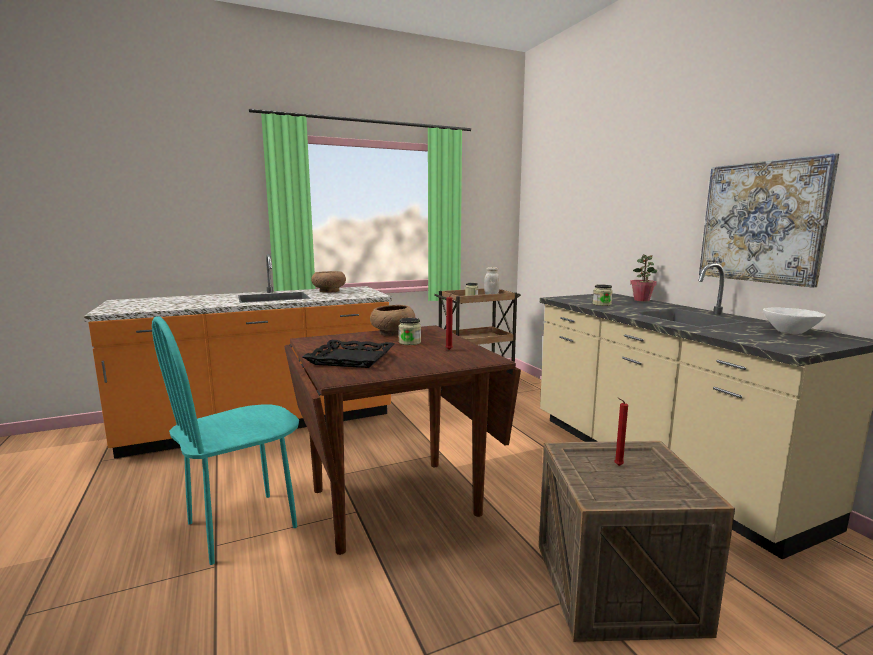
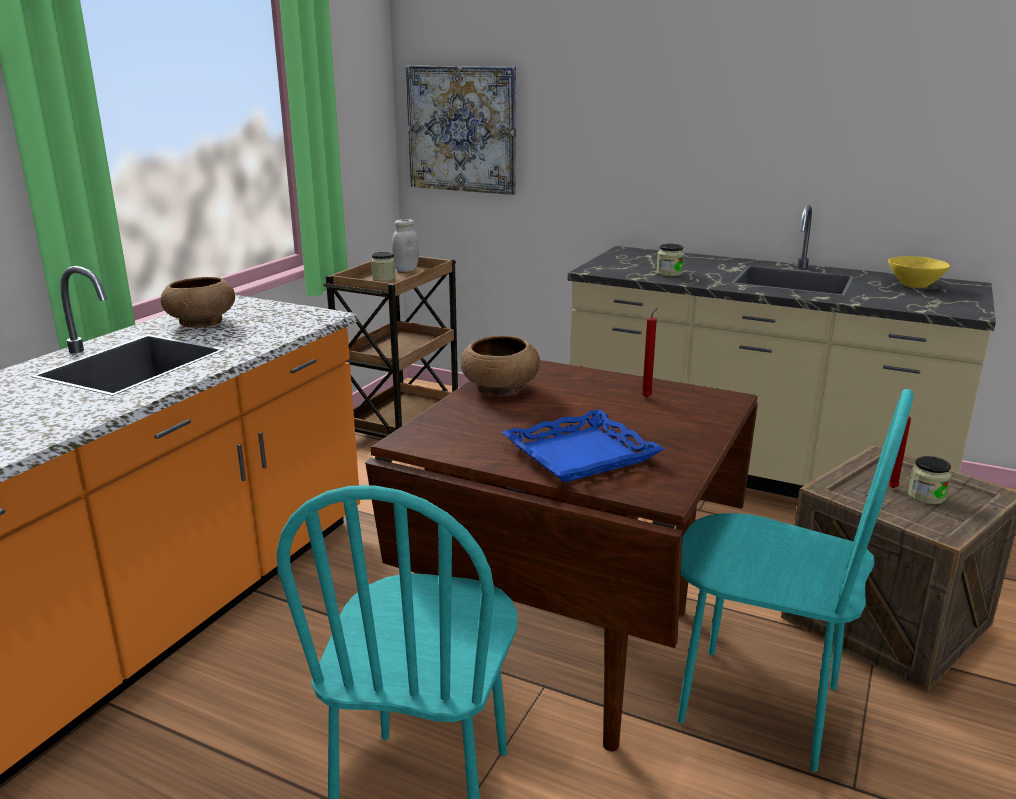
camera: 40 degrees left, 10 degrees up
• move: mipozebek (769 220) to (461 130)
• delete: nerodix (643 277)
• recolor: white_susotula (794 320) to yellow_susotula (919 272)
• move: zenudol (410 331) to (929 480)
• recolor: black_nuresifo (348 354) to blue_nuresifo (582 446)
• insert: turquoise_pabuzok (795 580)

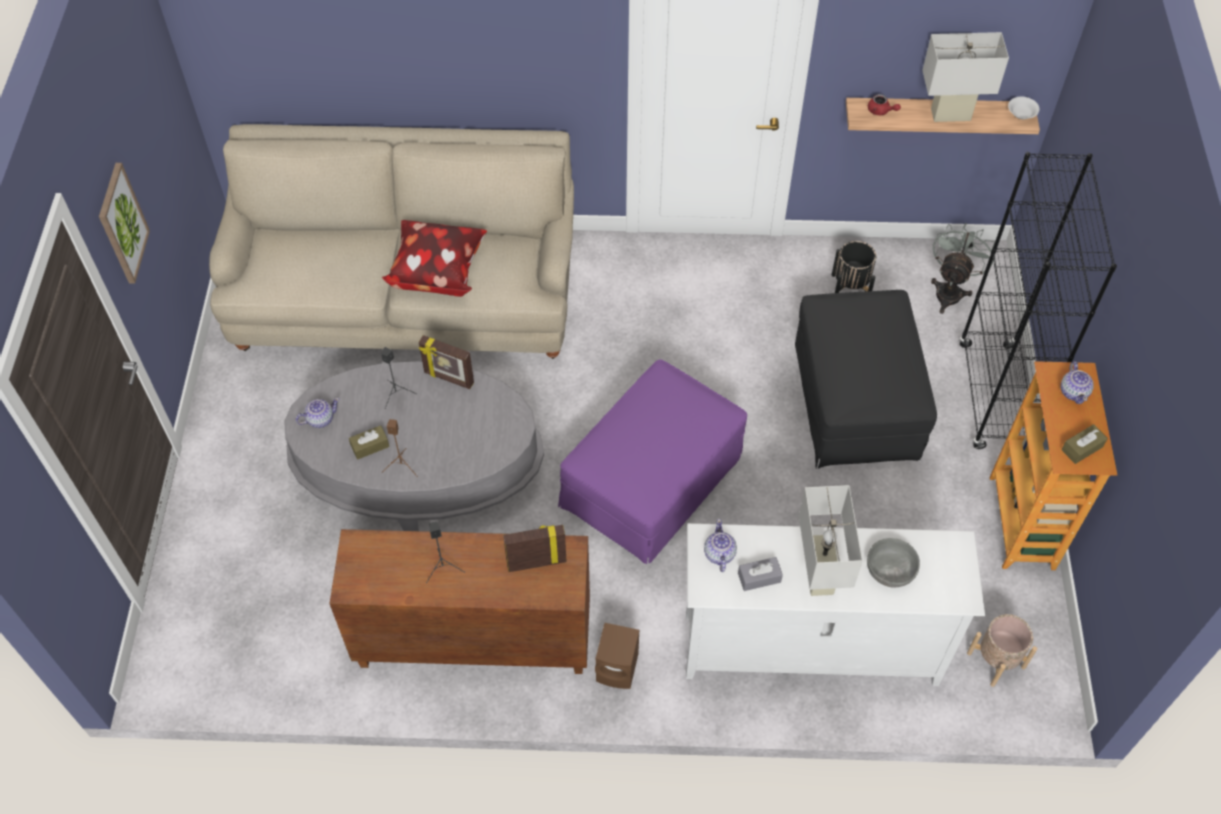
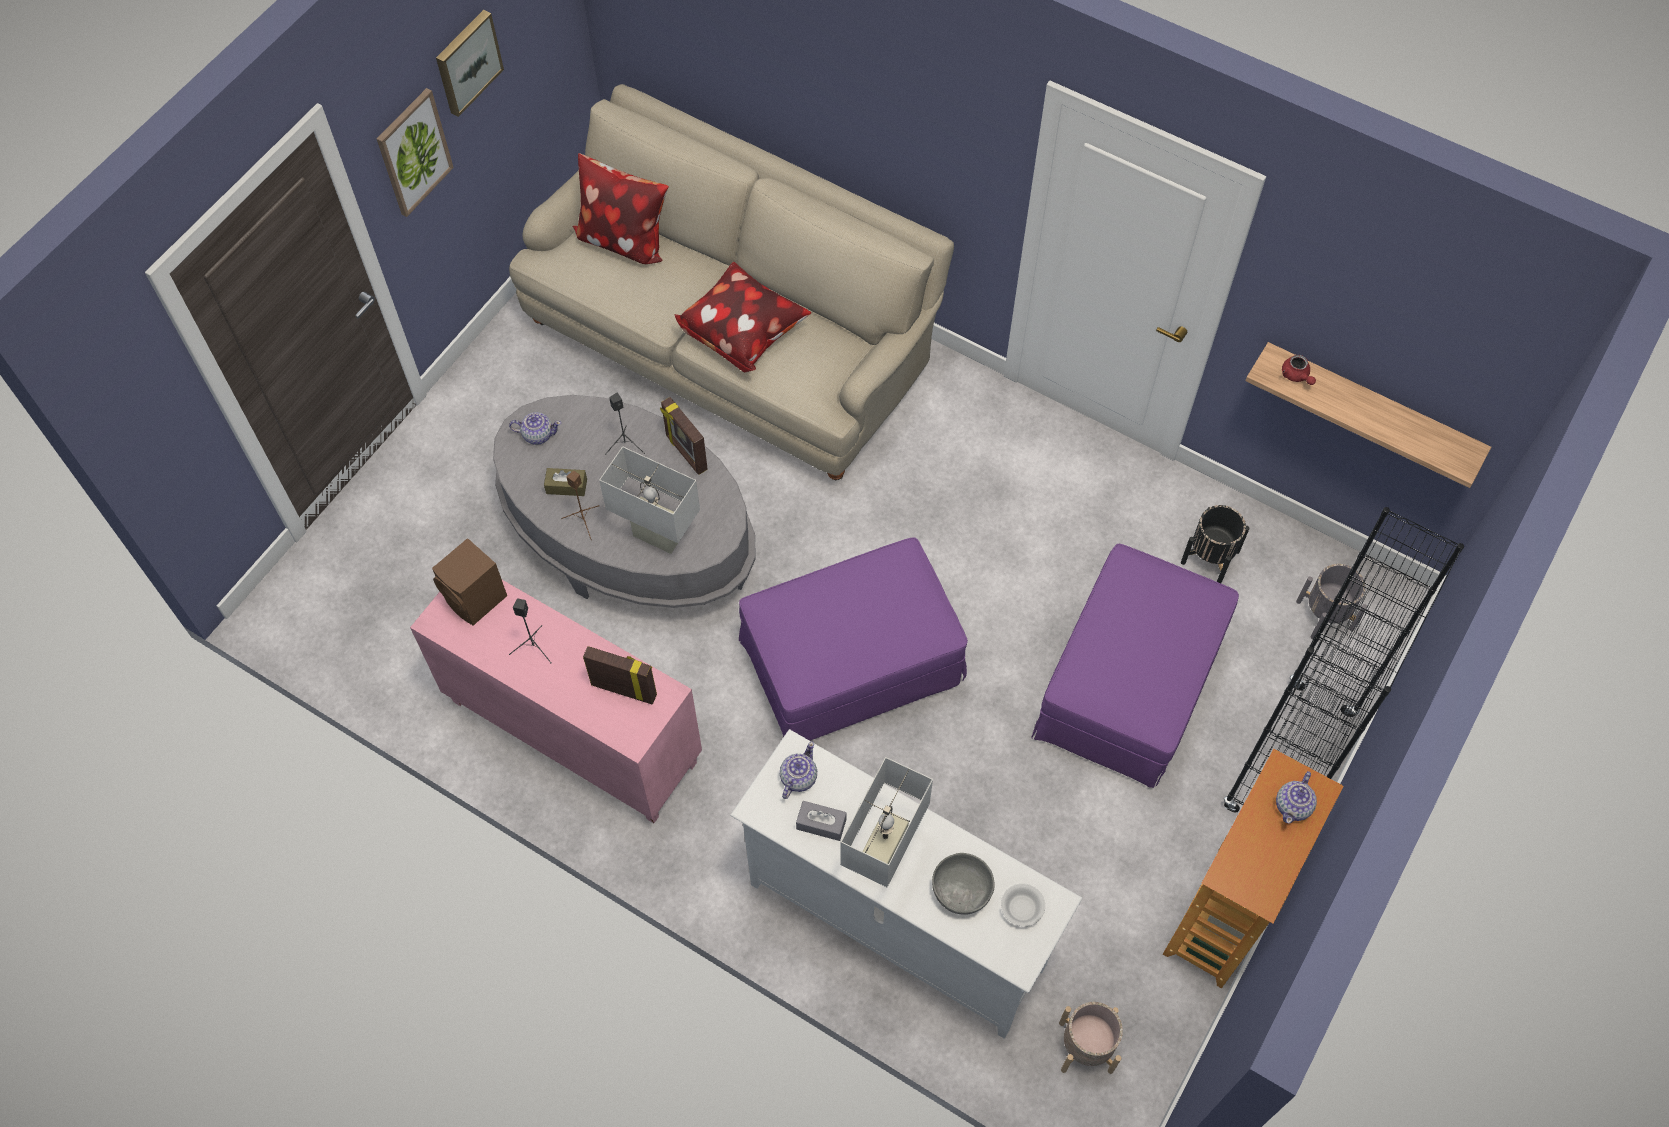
camera: 30 degrees right, 5 degrees up
• move: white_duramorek (965 77) to (649 500)
• move: white_susotula (1024 107) to (1023 904)
• replace: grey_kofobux (963 268) to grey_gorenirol (1331 601)
• recolor: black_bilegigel (866 379) to purple_bilegigel (1135 666)
• delete: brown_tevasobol (1085 444)
• recolor: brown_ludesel (459 601) to pink_ludesel (556 701)
• move: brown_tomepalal (617 656) to (469 582)
• insert: mipozebek (470 63)
• insert: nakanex (620 208)

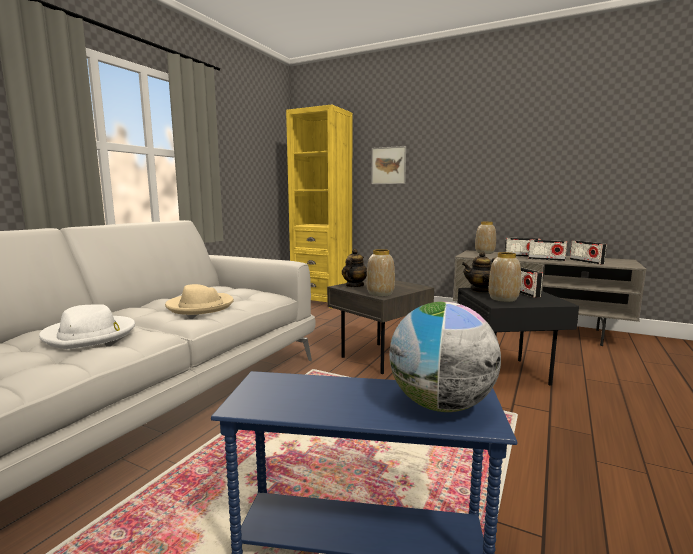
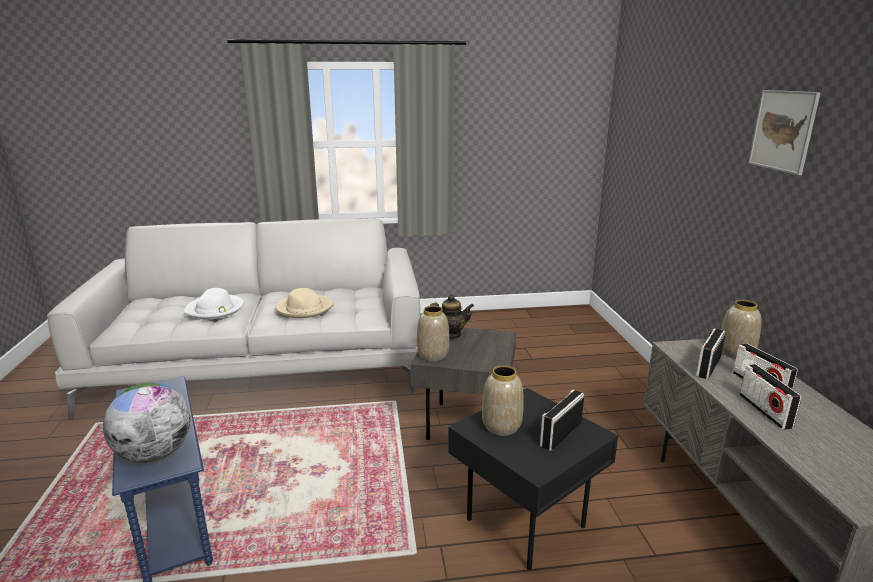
camera: 55 degrees right, 10 degrees up
• delete: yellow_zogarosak (319 206)
• move: mipozebek (388 165) to (784 132)
• move: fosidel (588 252) to (710 353)
• delete: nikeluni (478 272)

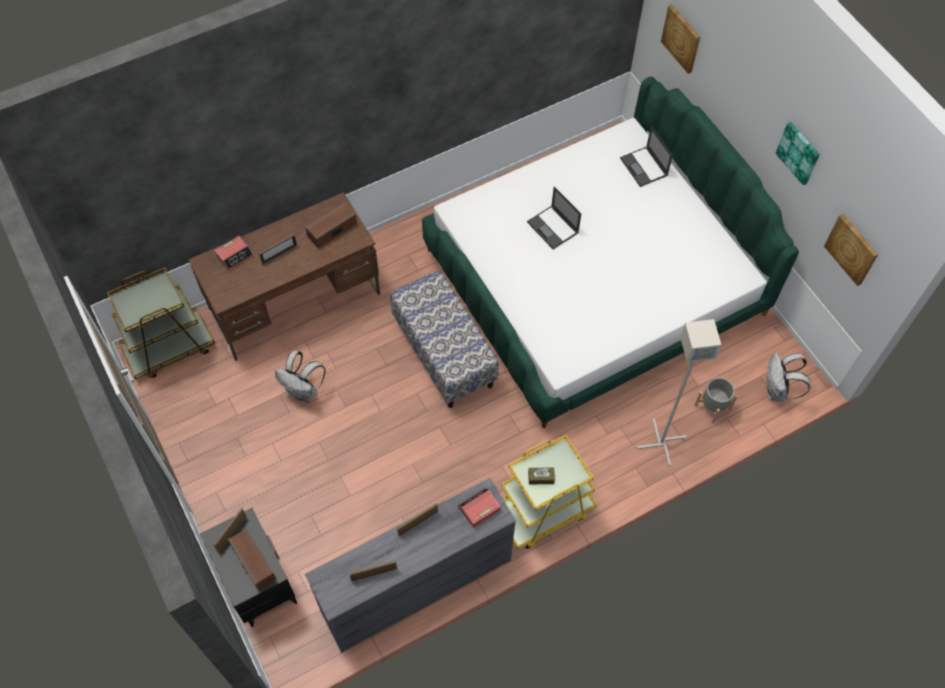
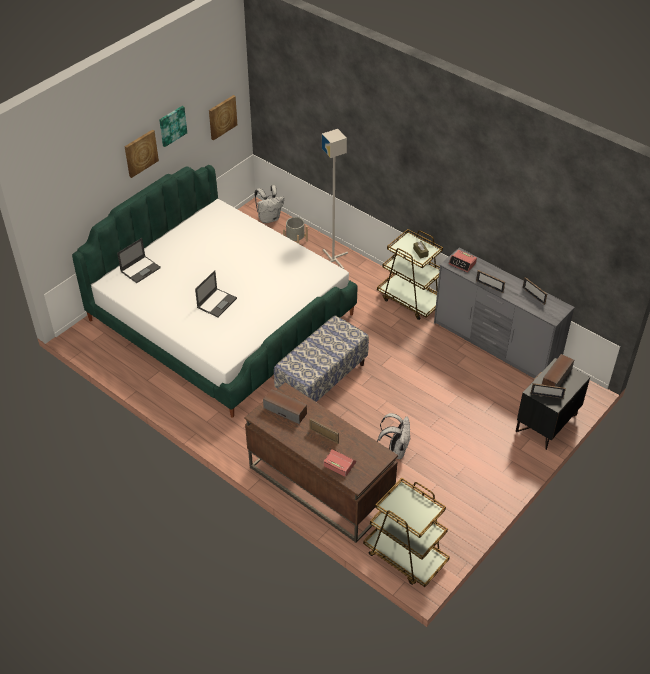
camera: 110 degrees left, 15 degrees down
• move: mipozebek (680 39) to (141 154)
• recolor: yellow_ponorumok (549 492) to brown_ponorumok (410 274)

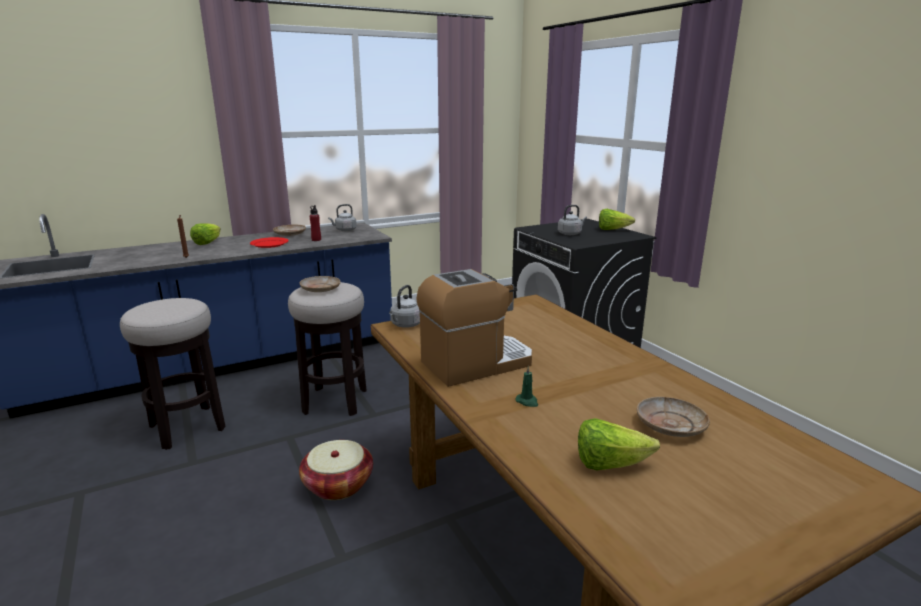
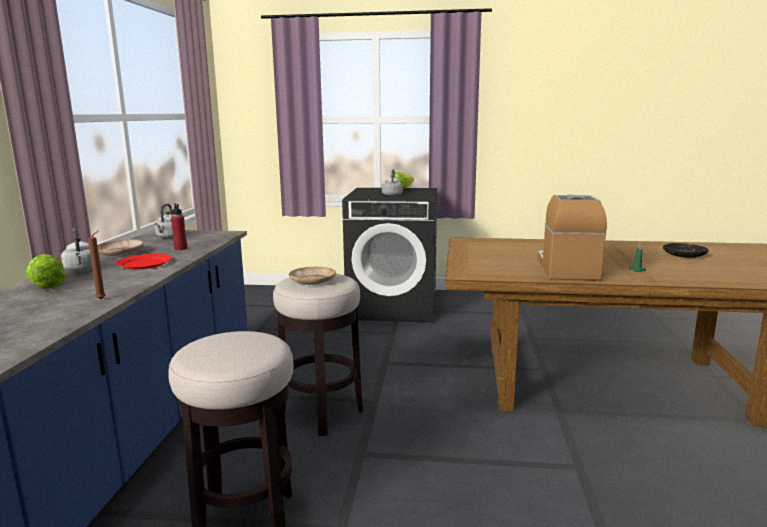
camera: 55 degrees left, 5 degrees down
• move: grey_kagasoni (404 306) to (80 250)
• recolor: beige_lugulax (673 417) to black_lugulax (686 250)
• delete: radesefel (619 444)
• delete: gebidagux (336 470)

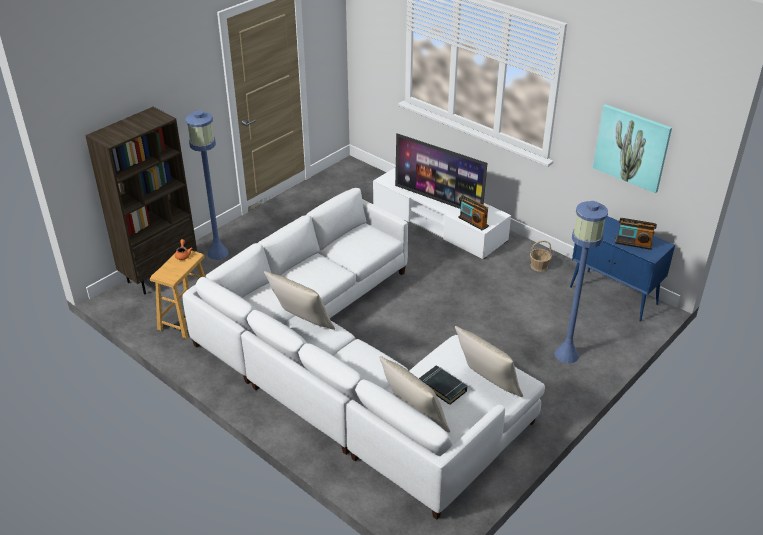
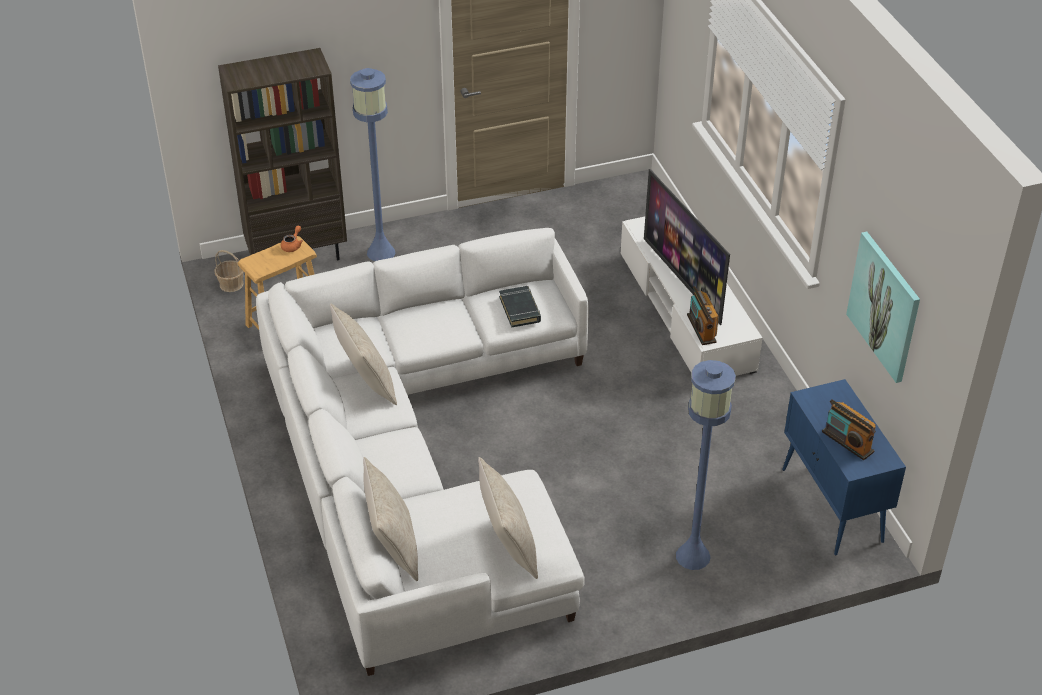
camera: 30 degrees right, 5 degrees up
• move: gebidagux (541 256) to (229 271)
• move: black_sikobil (443 385) to (520 307)

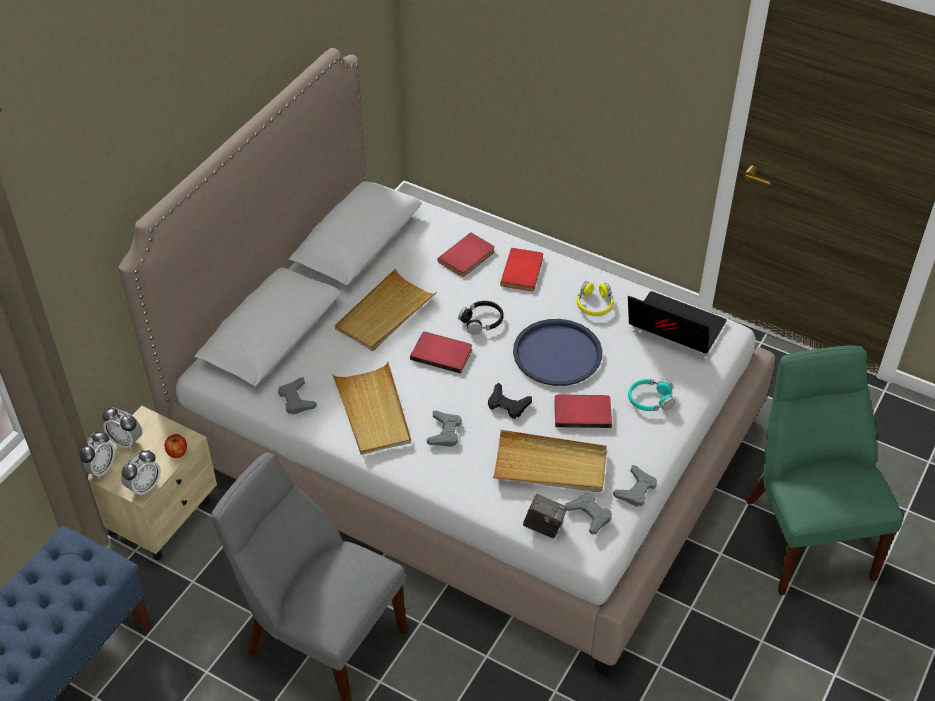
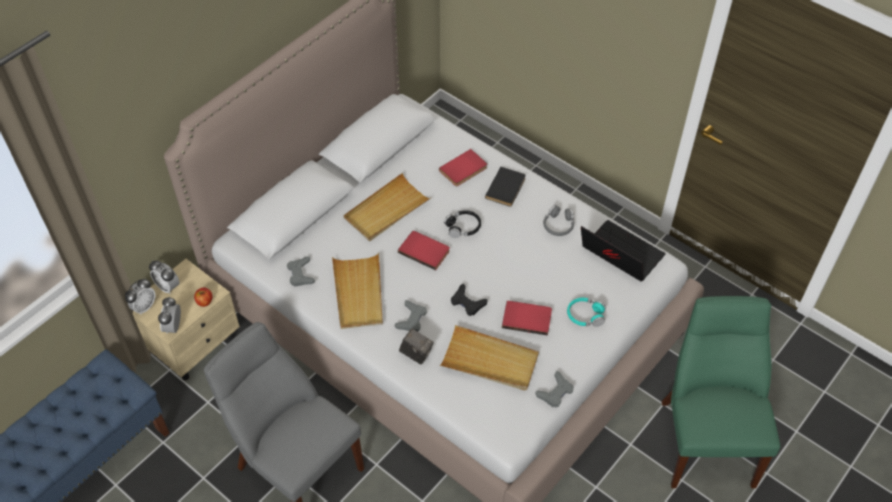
camera: 10 degrees right, 5 degrees up
• recolor: red_sikobil (521 269) to black_sikobil (505 187)
• recolor: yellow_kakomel (595 298) to grey_kakomel (558 220)
• delete: blue_nuresifo (558 352)
• rotate: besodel (141 473) = (169 315) 135 degrees clockwise
• delete: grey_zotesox (588 513)
• move: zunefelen (545 516) to (416 346)

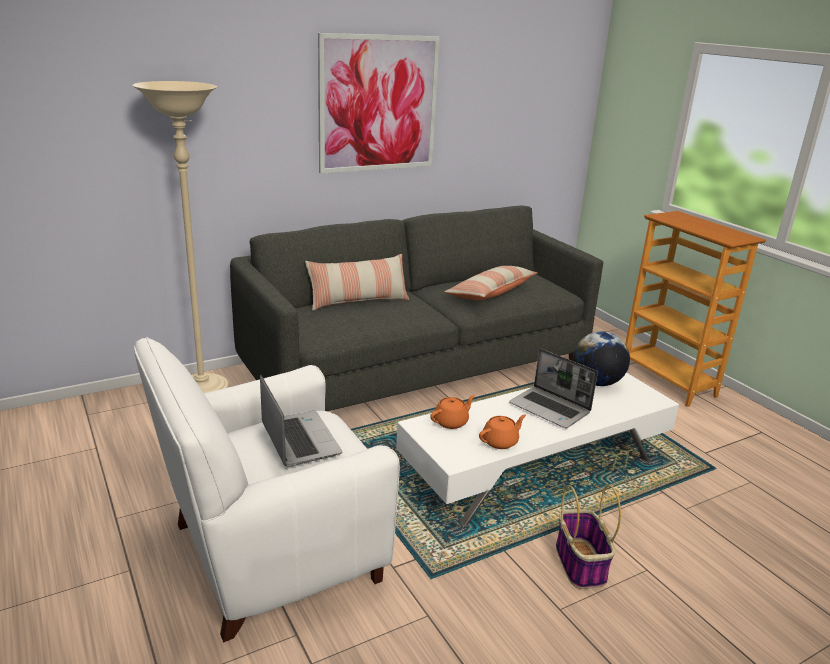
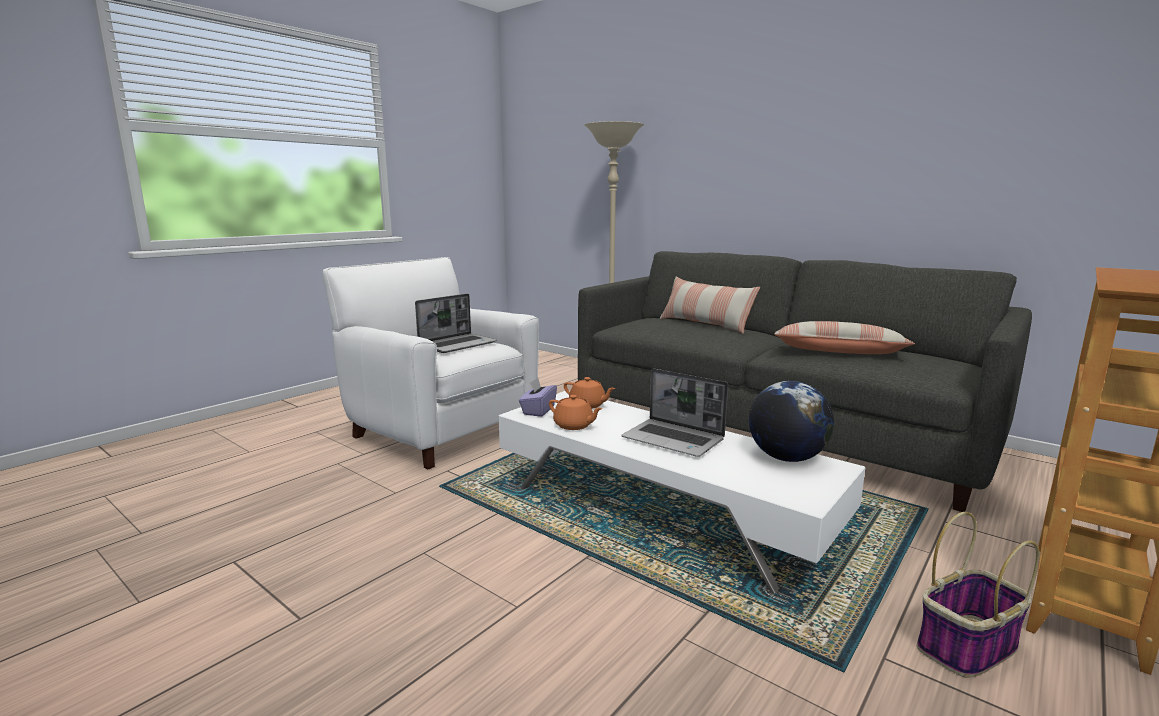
camera: 70 degrees right, 10 degrees down
• delete: mipozebek (379 103)
• rotate: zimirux (553 388) = (675 412) 75 degrees counterclockwise
• move: gebidagux (588 537) to (978 595)
• insert: purple_tevasobol (538 397)

